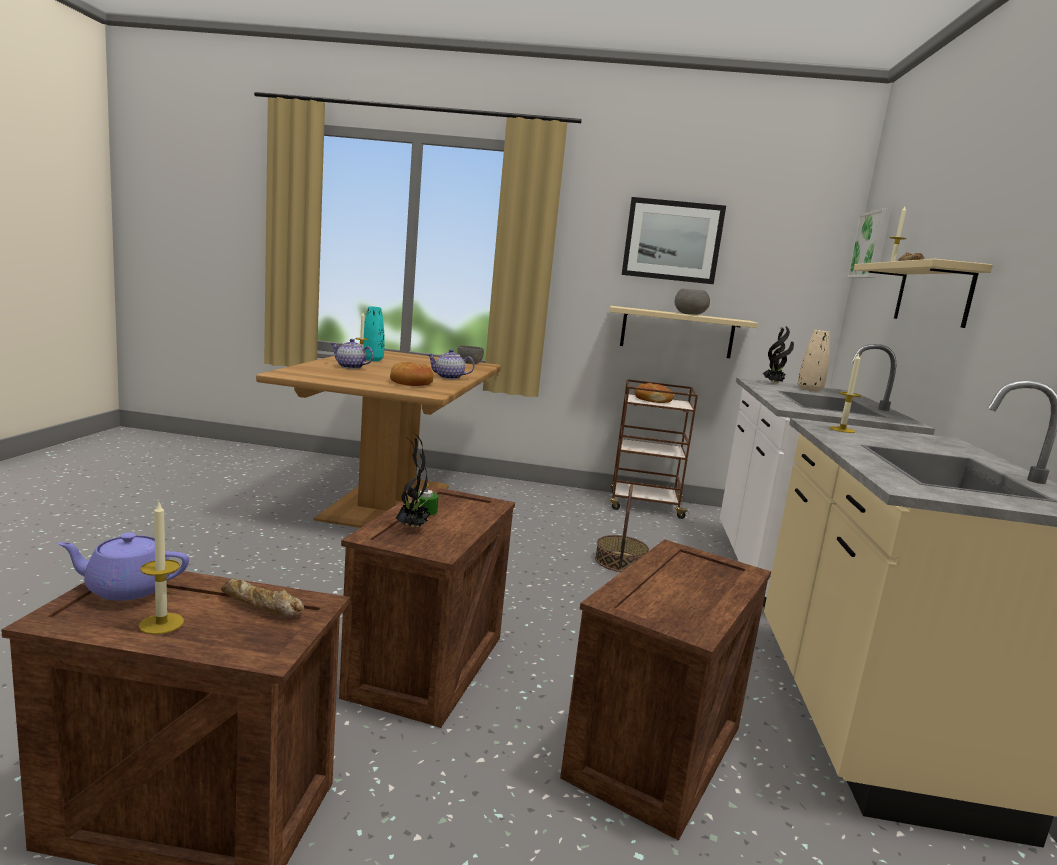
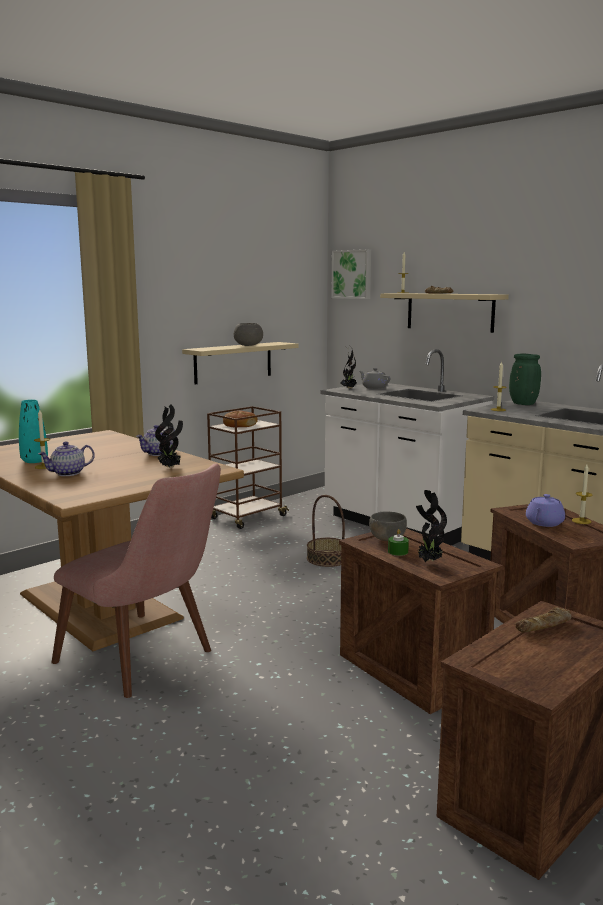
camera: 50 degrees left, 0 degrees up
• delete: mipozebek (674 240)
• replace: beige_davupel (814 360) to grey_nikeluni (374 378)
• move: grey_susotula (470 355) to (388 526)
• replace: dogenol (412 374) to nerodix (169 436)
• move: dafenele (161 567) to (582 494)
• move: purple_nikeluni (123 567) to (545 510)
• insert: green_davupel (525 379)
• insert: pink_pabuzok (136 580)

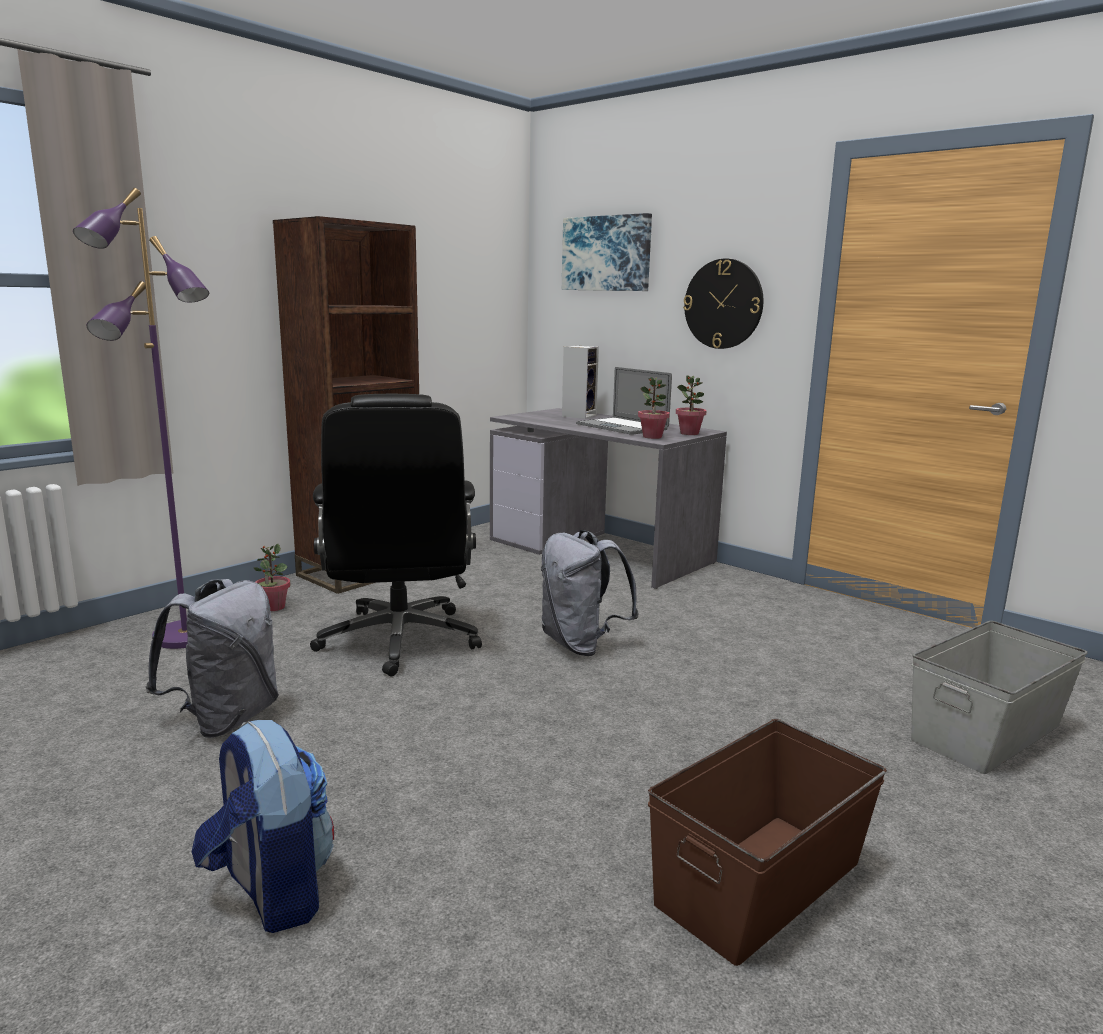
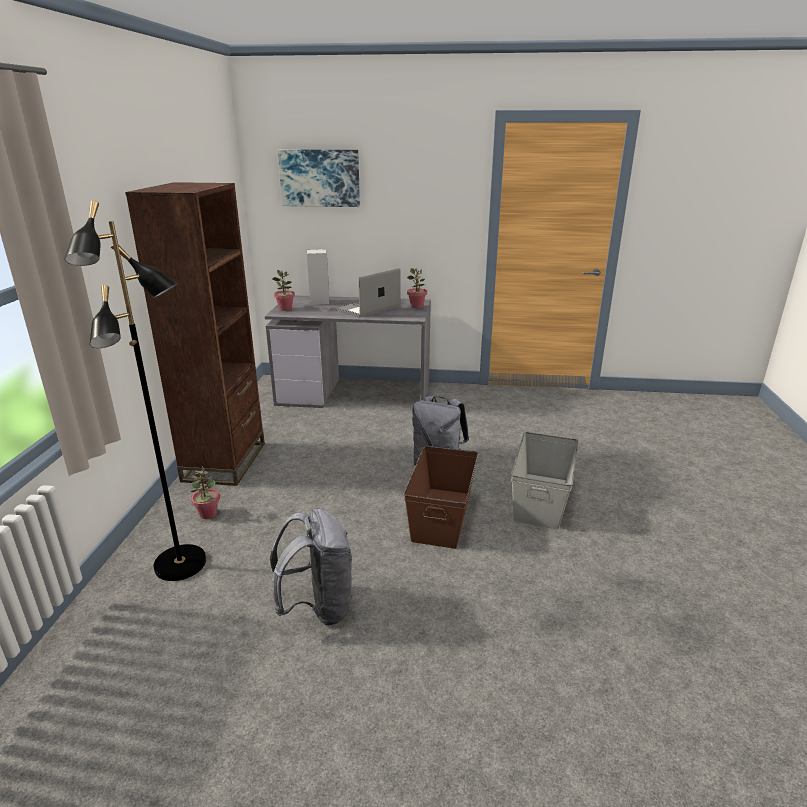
camera: 35 degrees left, 10 degrees up
• recolor: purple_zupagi (141 418) to black_zupagi (135 390)
• delete: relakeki (723 304)
• rotate: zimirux (624 401) = (368 292) 120 degrees clockwise
• move: nerodix (654 408) to (284 290)
• delete: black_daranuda (396 535)
• move: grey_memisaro (999 697) to (545 480)
• move: brown_memisaro (767 842) to (441 497)
• delete: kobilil (263 826)

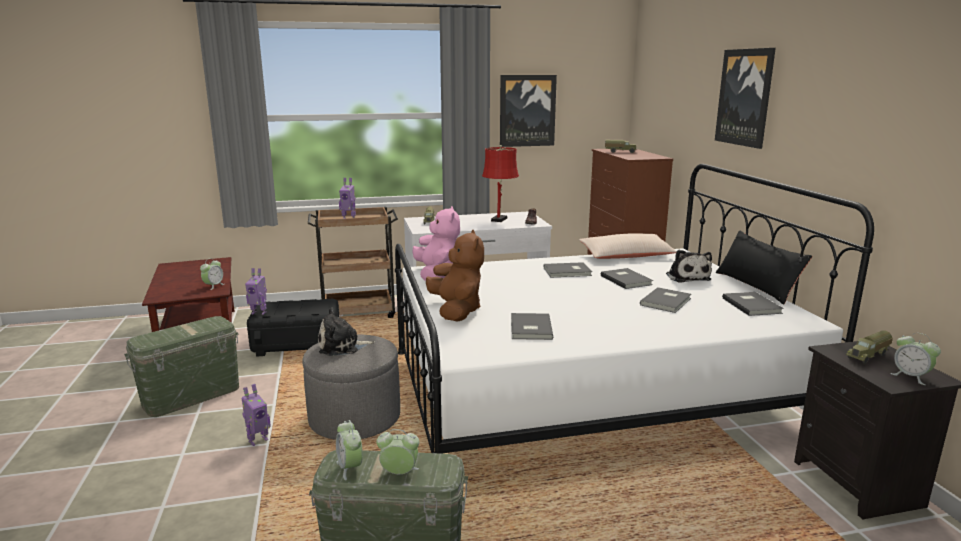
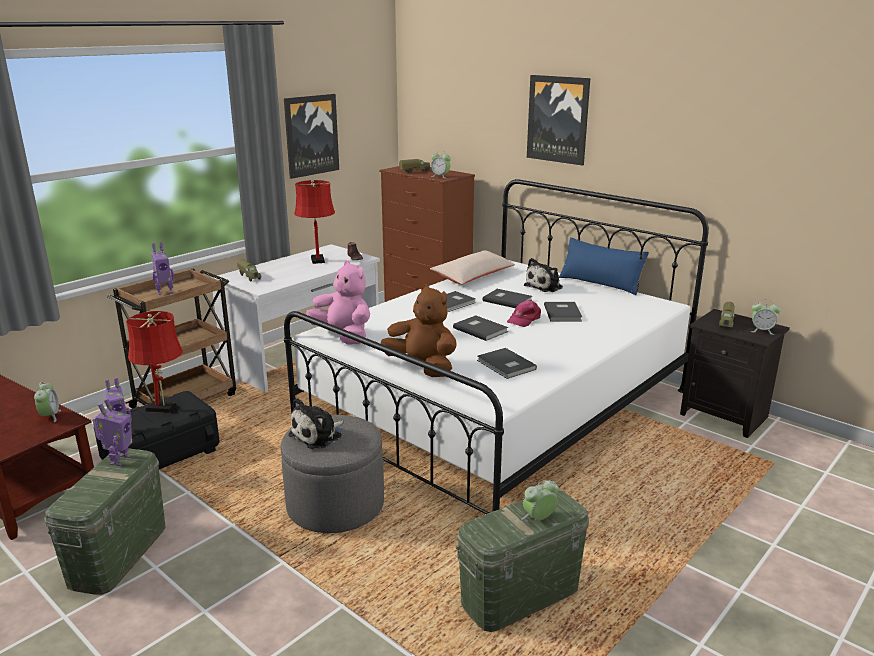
camera: 35 degrees left, 5 degrees up
• recolor: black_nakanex (764 268) to blue_nakanex (604 266)
• rotate: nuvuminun (689 266) = (543 275) 90 degrees clockwise
• move: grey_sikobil (753 304) to (480 328)
• move: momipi (256 415) to (112 432)
• move: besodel (349 450) to (441 164)
• insert: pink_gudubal (524 313)
• insert: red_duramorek (154 362)

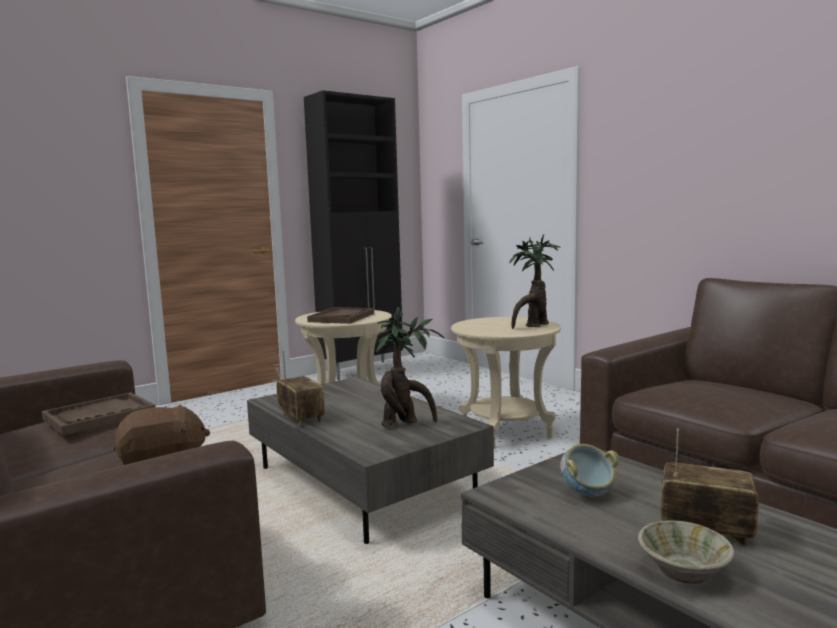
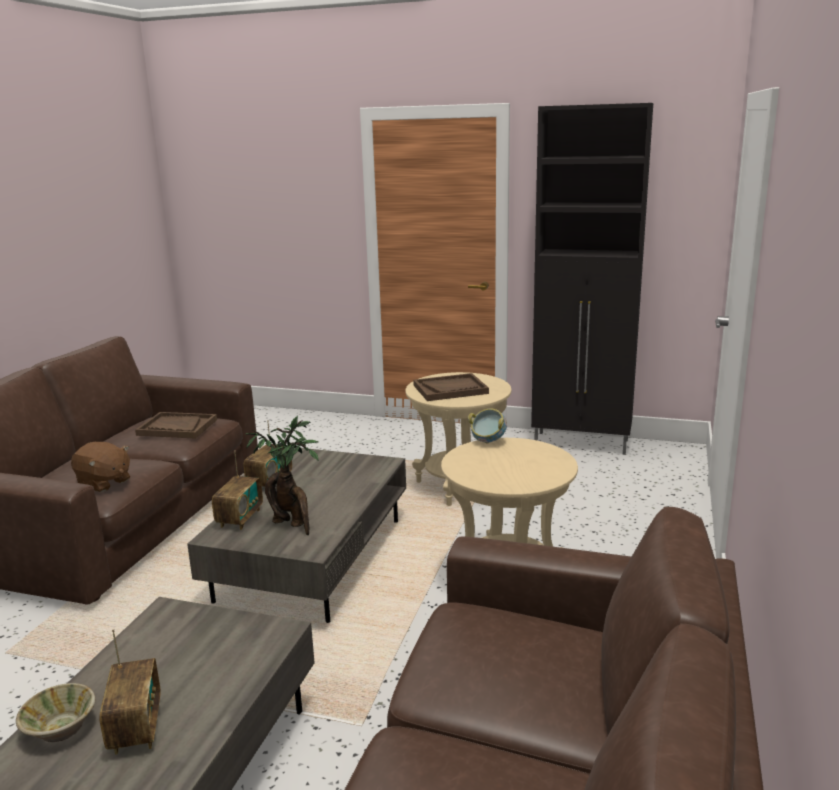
camera: 55 degrees right, 10 degrees up
• delete: nerodix (535 281)
• move: susotula (590 470) to (487 426)
• insert: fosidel (237 490)

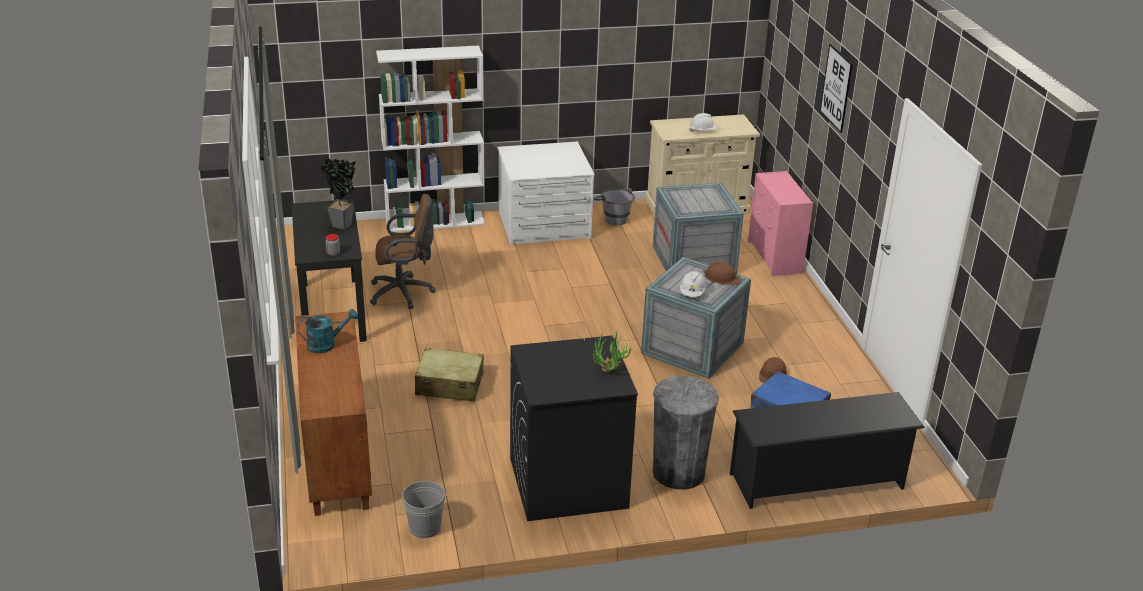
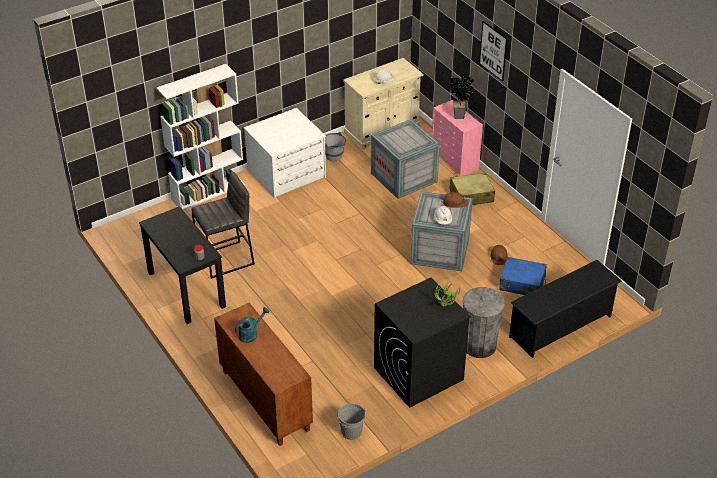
camera: 20 degrees left, 10 degrees up
• move: nerodix (338 194) to (462 97)
• replace: brown_daranuda (403 251) to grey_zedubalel (223 225)
• move: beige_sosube (449 375) to (472 189)

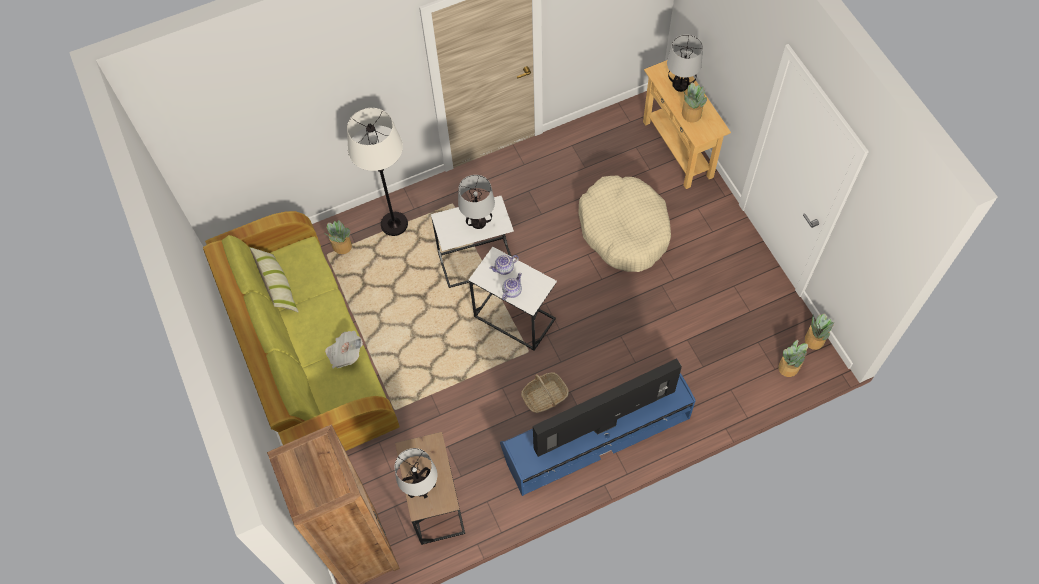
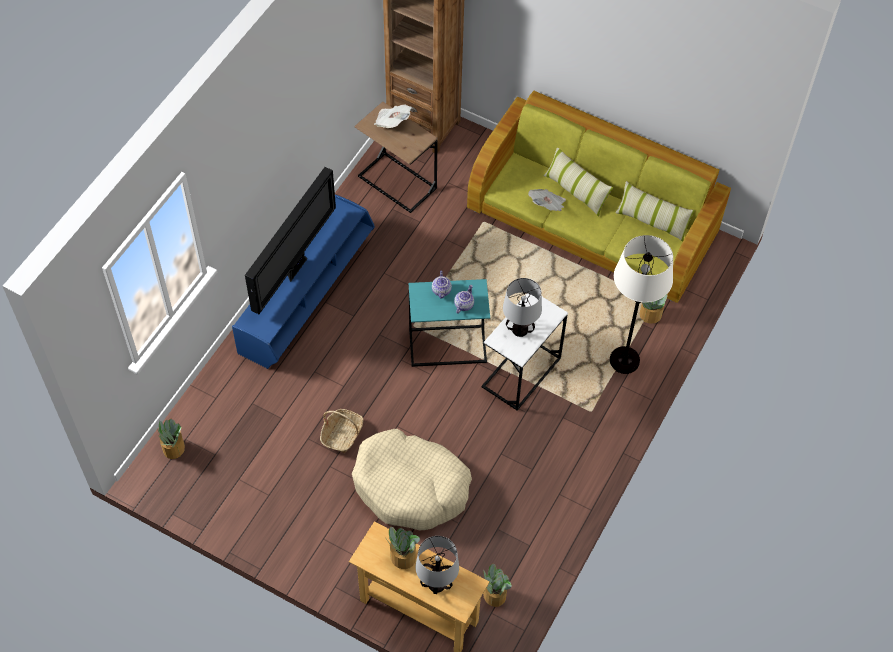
camera: 140 degrees right, 5 degrees down
• recolor: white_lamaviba (513 299) to turquoise_lamaviba (449 323)
• move: nerodix (819 332) to (497 585)
• move: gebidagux (545 392) to (342 431)
• replace: duramorek (416 473) to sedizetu (393 116)
• insert: nakanex (578 182)

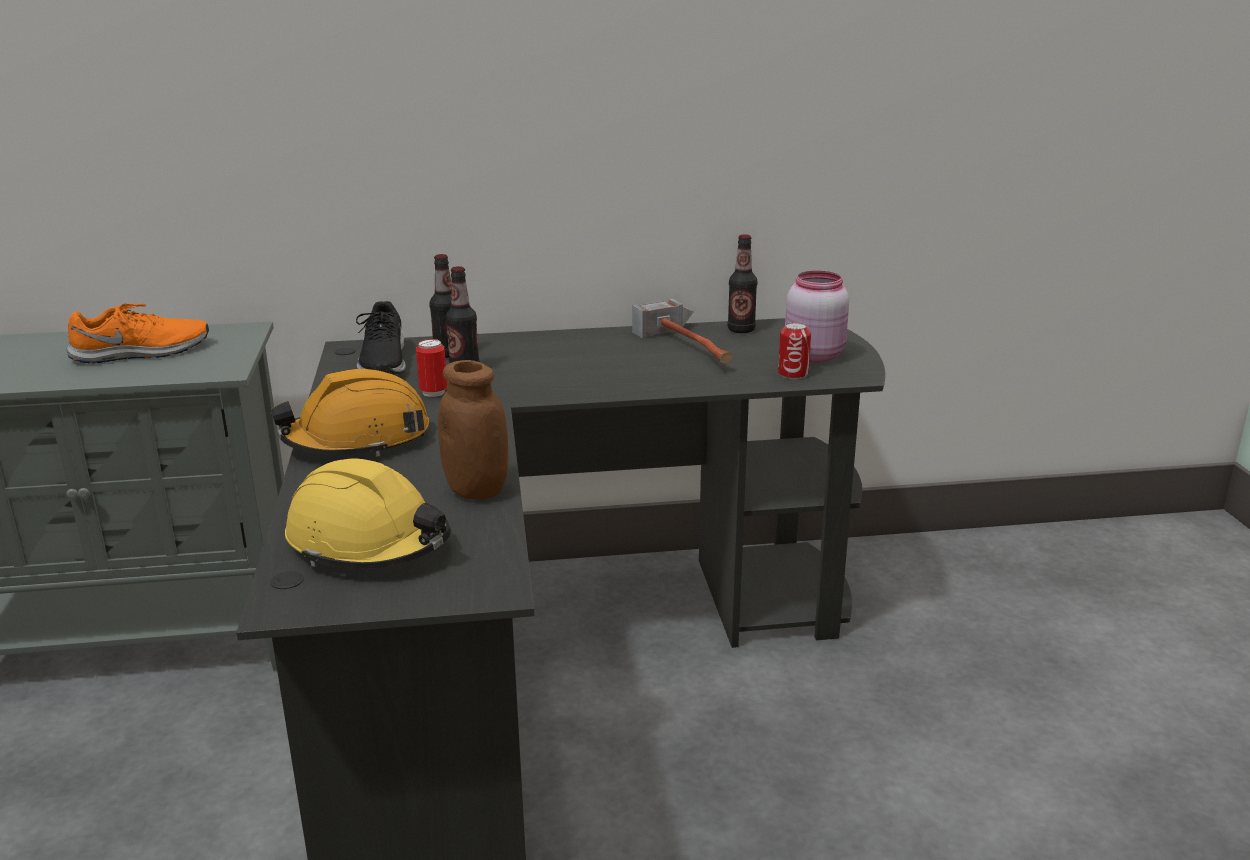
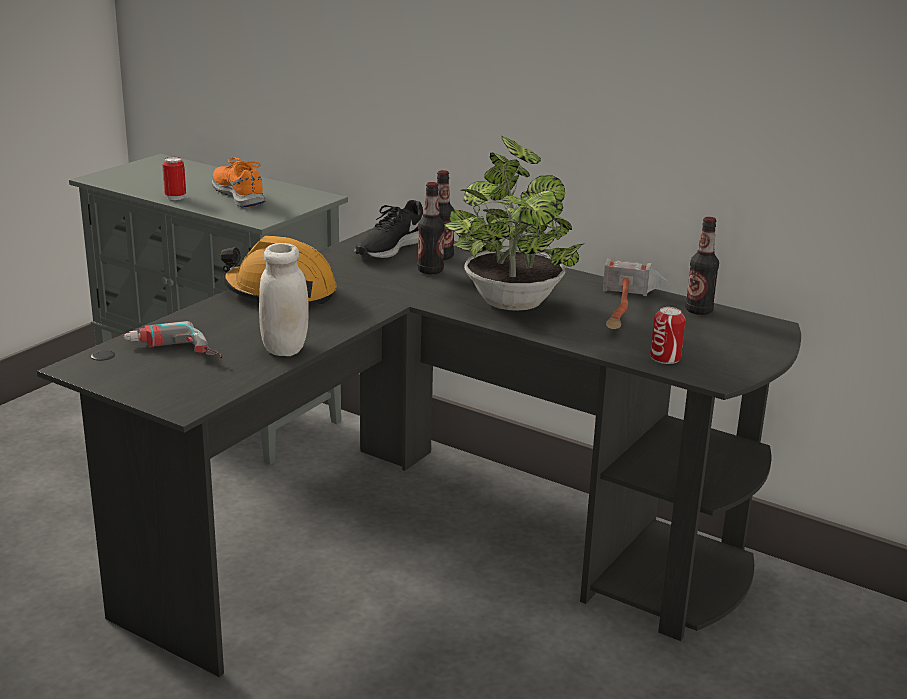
camera: 40 degrees right, 0 degrees up
• delete: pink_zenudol (817 316)
• rotate: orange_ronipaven (137 334) = (239 182) 135 degrees counterclockwise
• move: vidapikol (431 368) to (174 178)
• recolor: brown_zenudol (473 430) to white_zenudol (284 299)
• replace: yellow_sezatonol (368 514) to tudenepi (173 339)
• insert: nerodix (514 223)

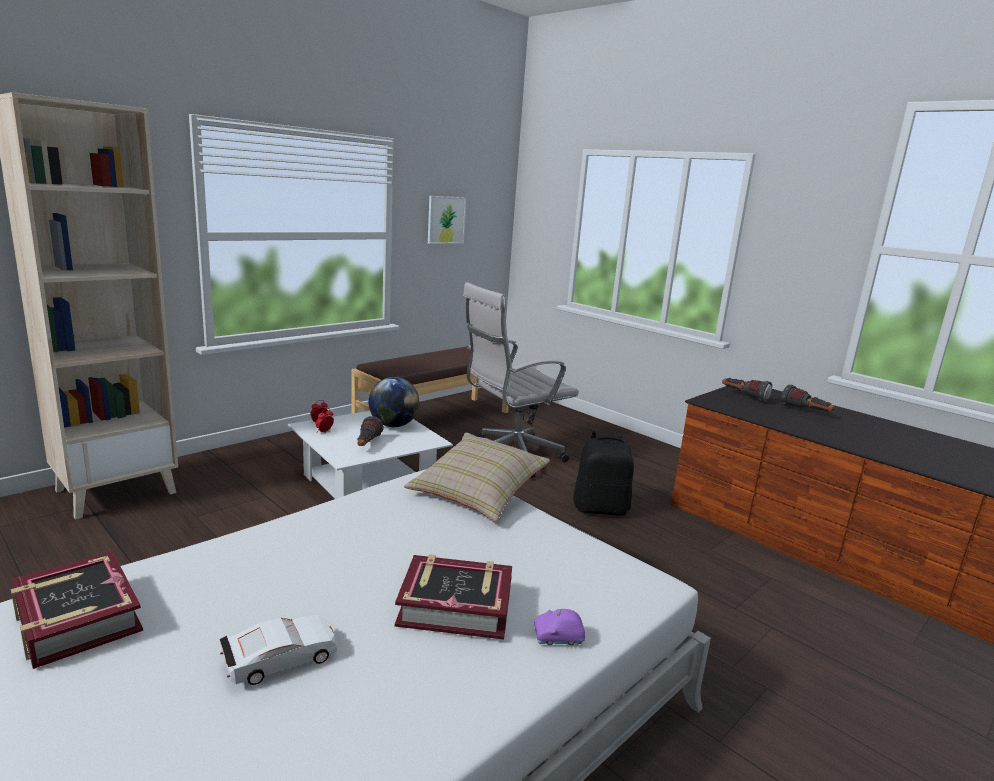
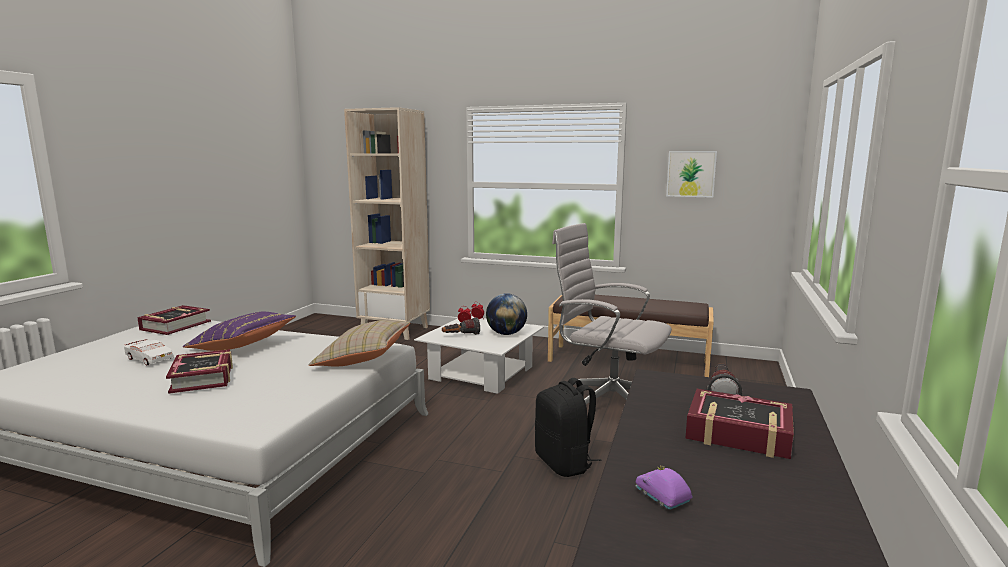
camera: 65 degrees right, 5 degrees down
• replace: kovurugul (808 398) to sikobil (739 424)
• move: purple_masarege (559 627) to (664 487)
• insert: purple_nakanex (239 331)

